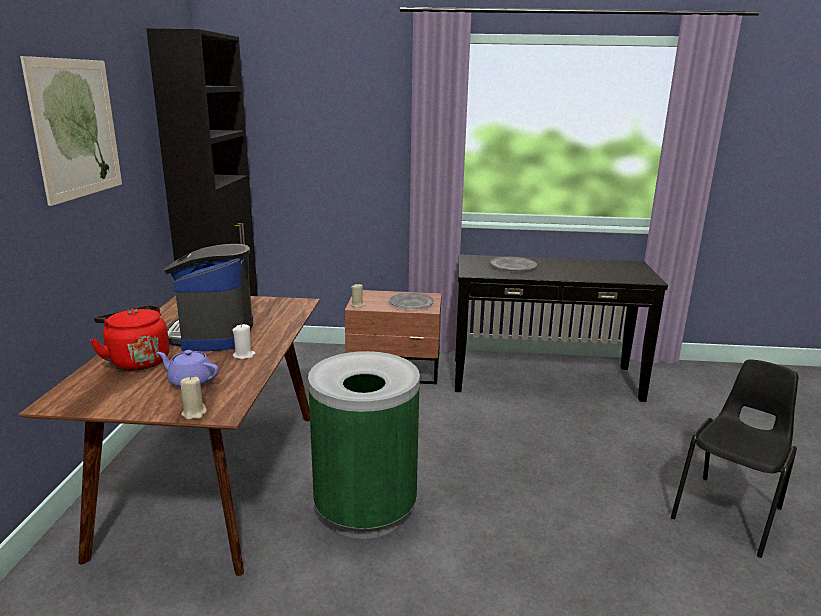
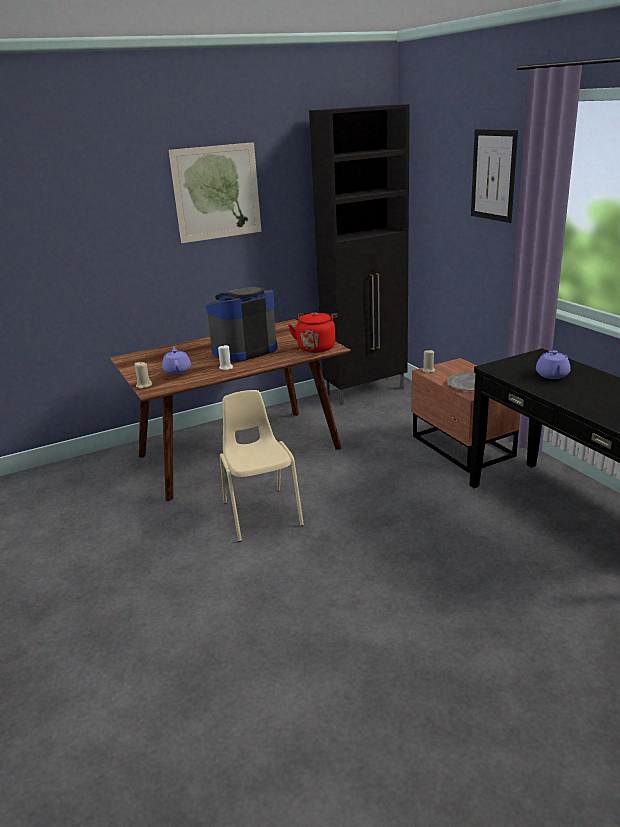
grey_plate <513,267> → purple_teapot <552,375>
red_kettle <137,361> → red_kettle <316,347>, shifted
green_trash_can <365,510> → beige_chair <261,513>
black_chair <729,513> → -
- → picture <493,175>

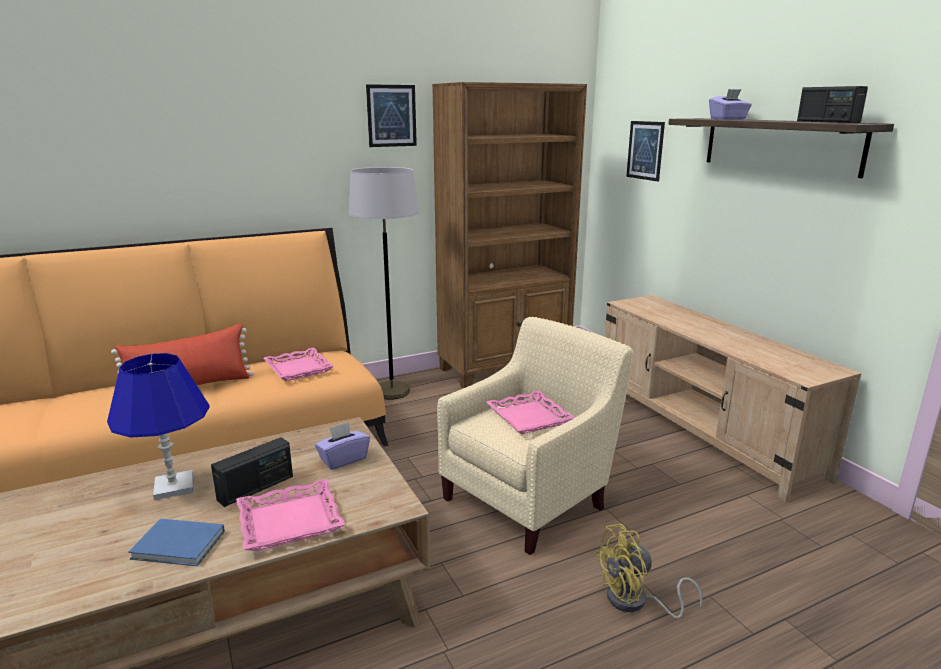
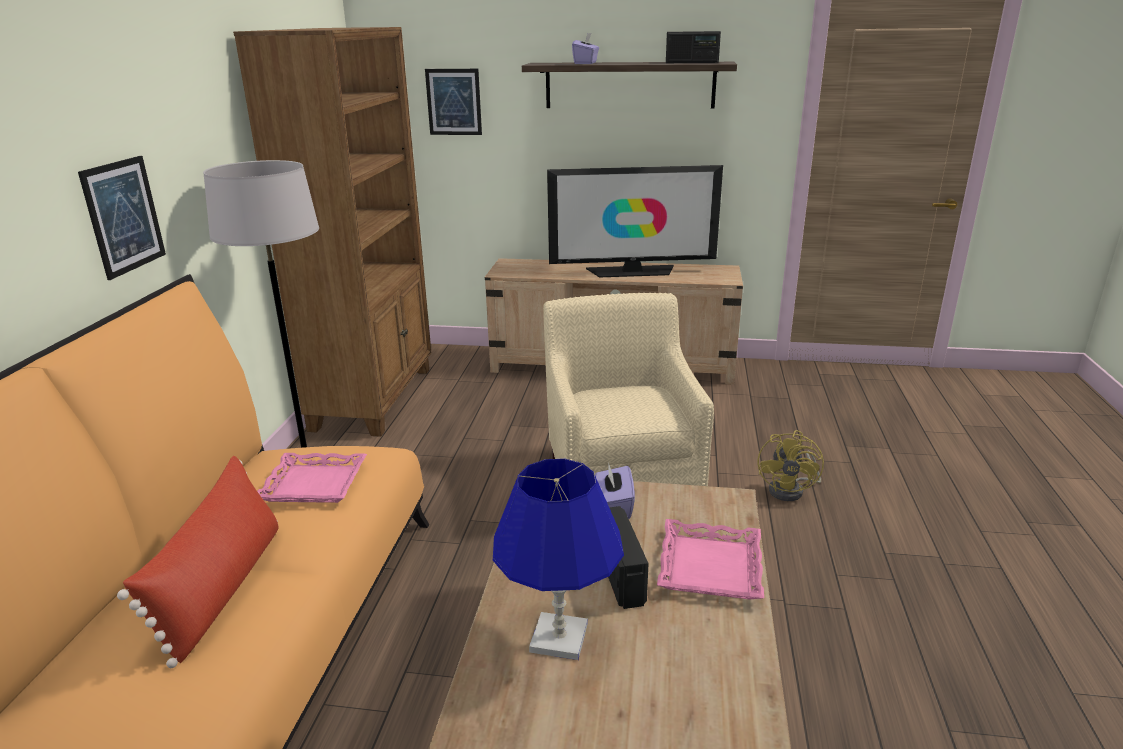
picture <391,116> → picture <124,216>, shifted
pink_tray <528,417> → -
blue_book <180,546> → -
- → television <632,271>

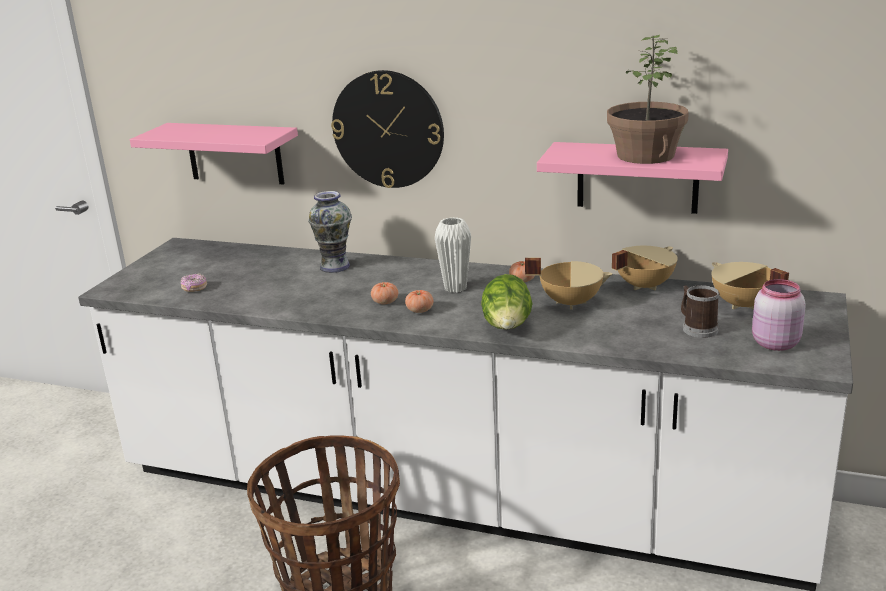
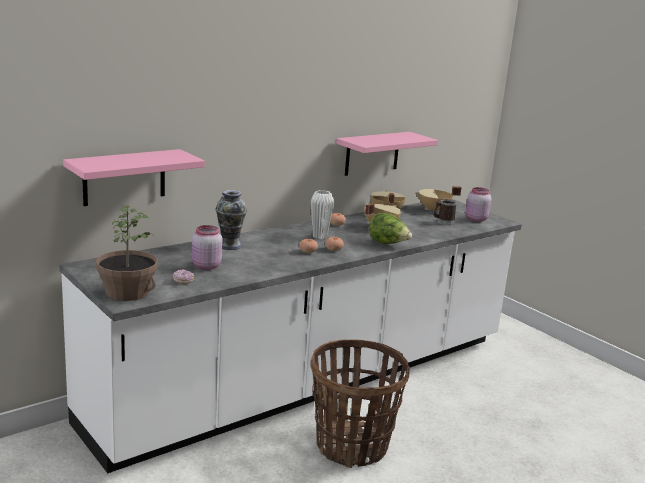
potted_plant <644,155> → potted_plant <127,292>, shifted
wall_clock <388,129> → -
- → pink_jar <205,266>

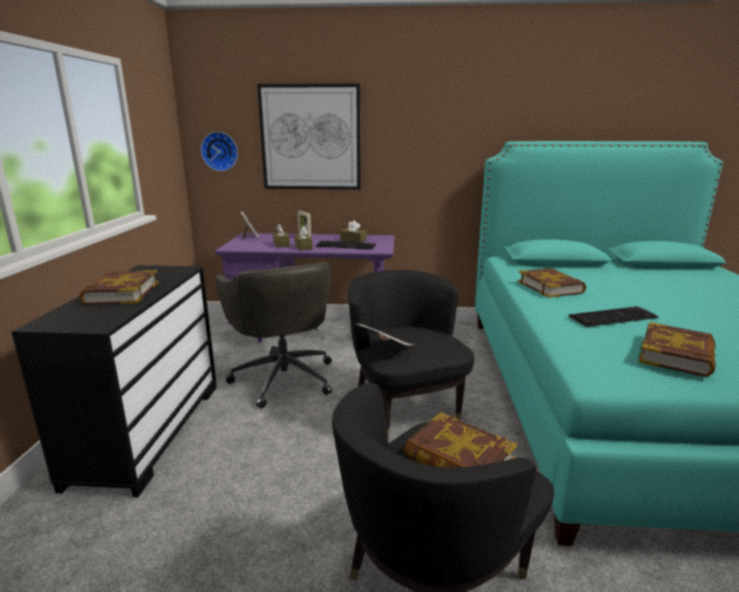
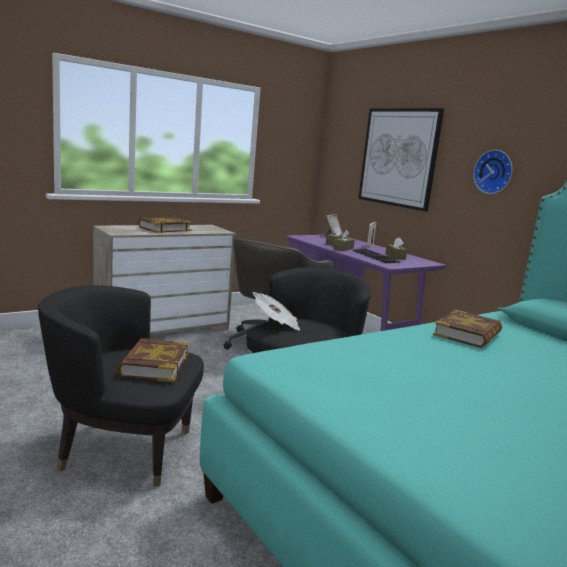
wall_clock <220,151> → wall_clock <494,172>, shifted
black_dresser <148,431> → beige_dresser <162,329>
keyboard <612,316> → -
book <676,355> → -

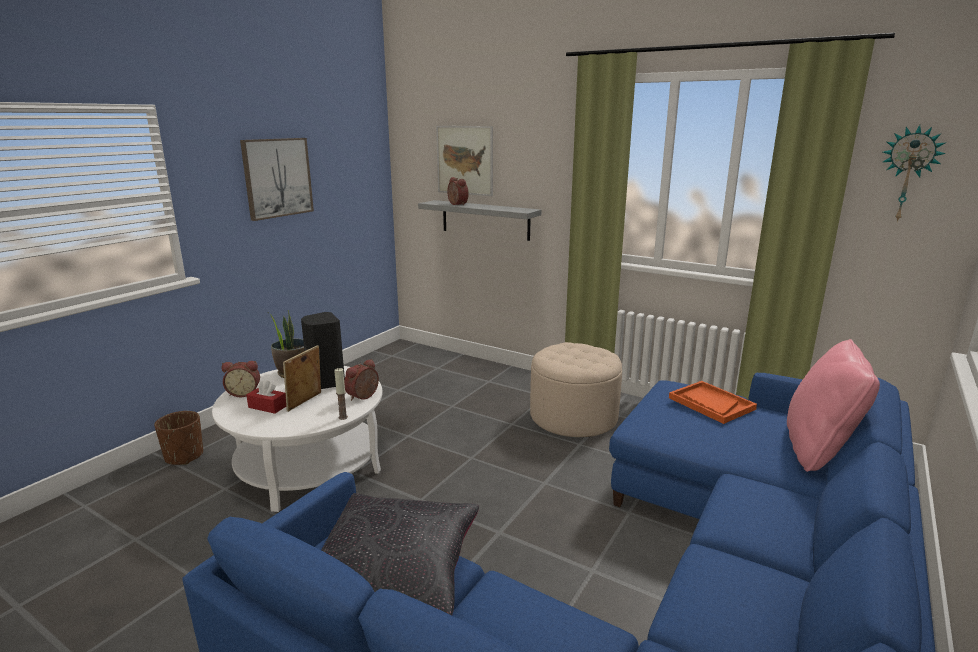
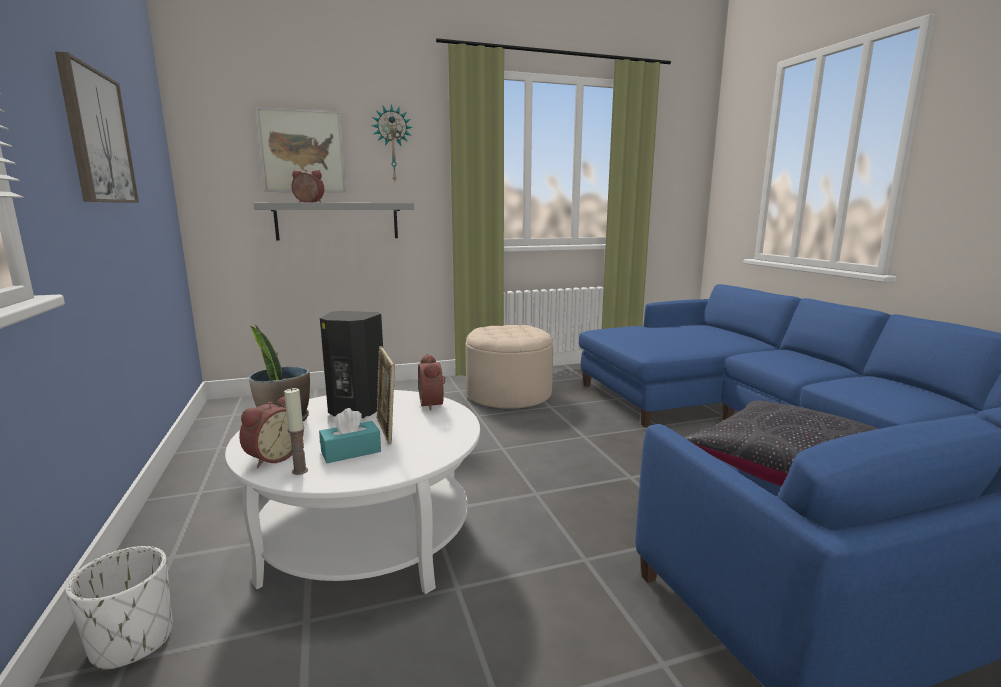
wall_clock <907,174> → wall_clock <392,144>, shifted
pink_pillow <818,449> → -
candle <343,417> → candle <300,471>, shifted
red_tissue_box <267,406> → turquoise_tissue_box <351,452>
orange_tray <711,403> → -
brown_planter <184,456> → white_planter <132,642>

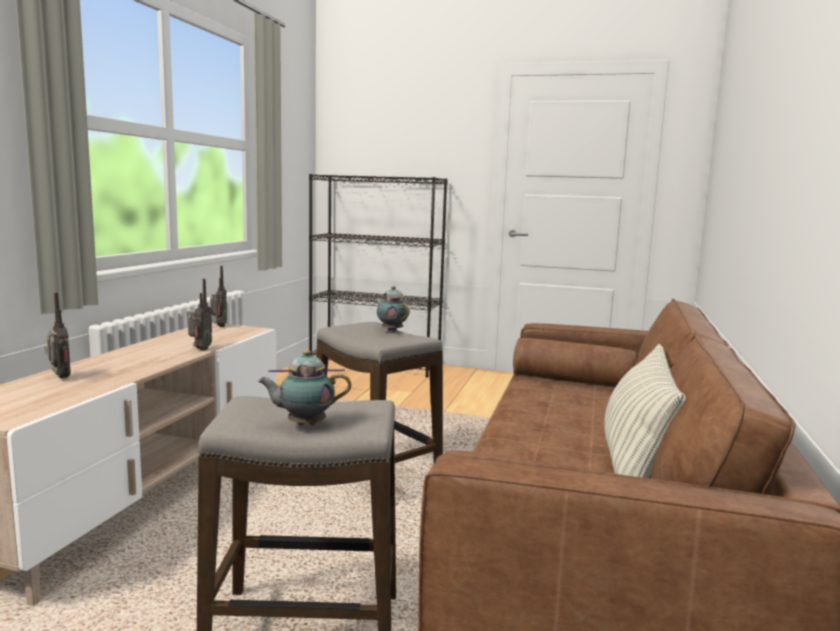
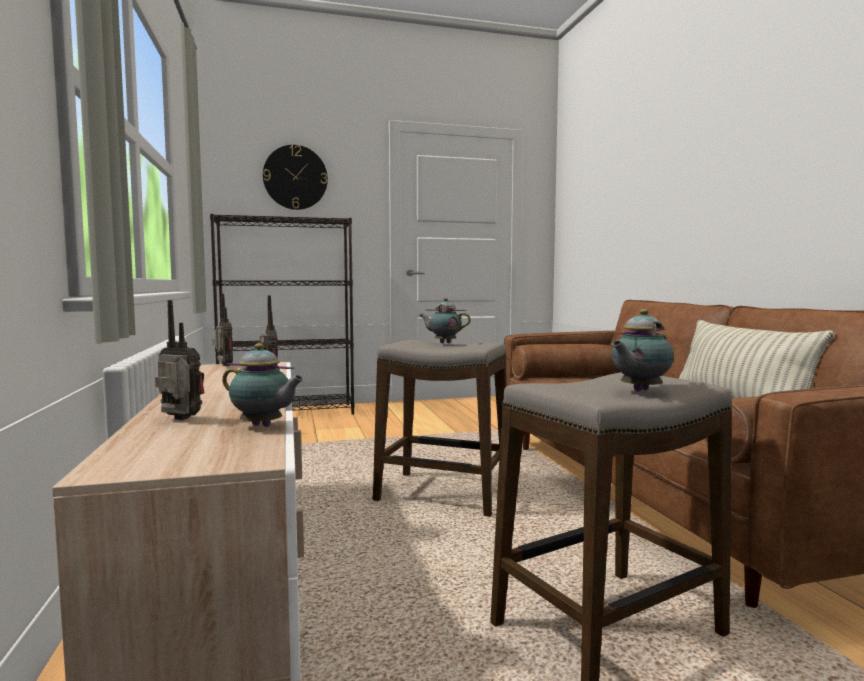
- → wall_clock <295,177>
- → teapot <263,426>

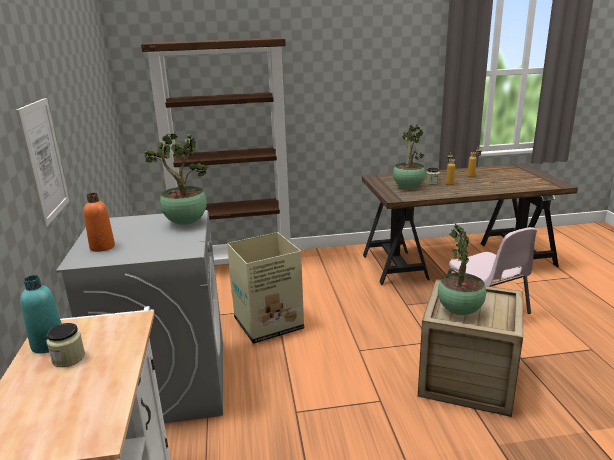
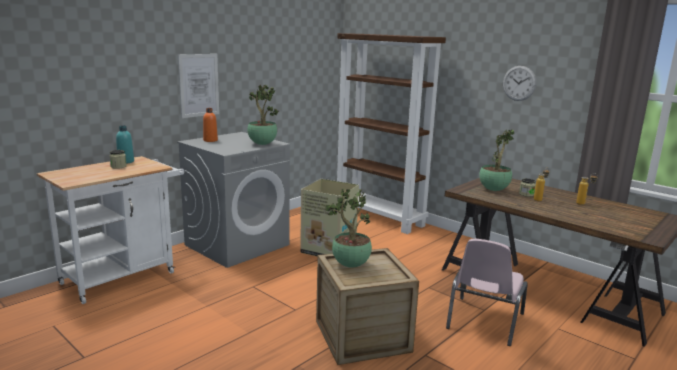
- → wall_clock <519,83>

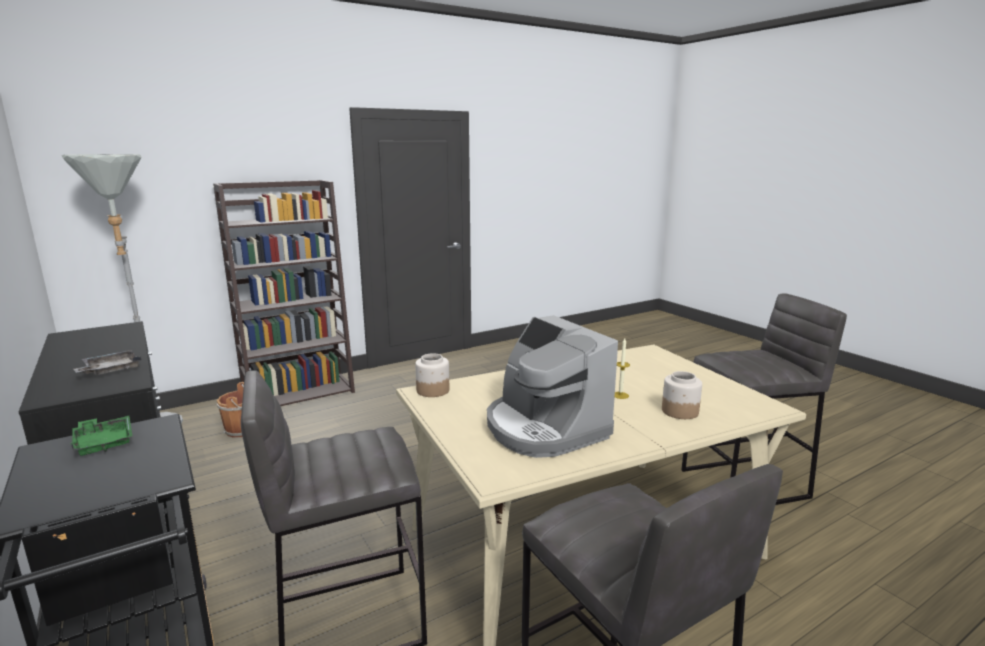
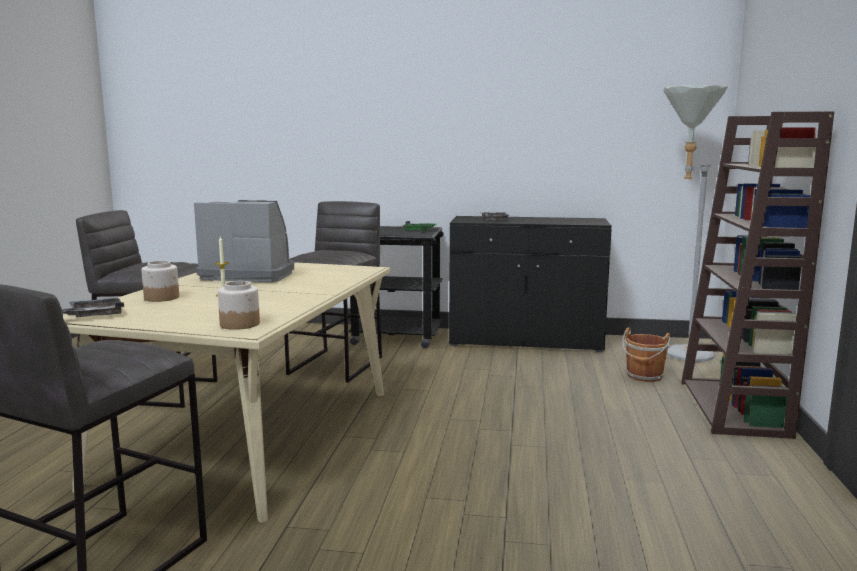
jar <432,390> → jar <240,324>, shifted
- → grey_tray <94,315>

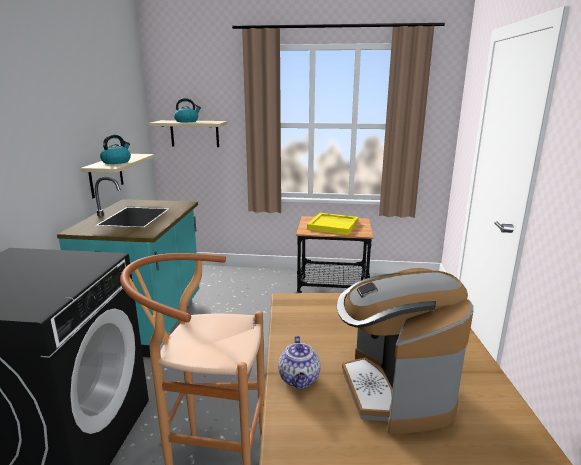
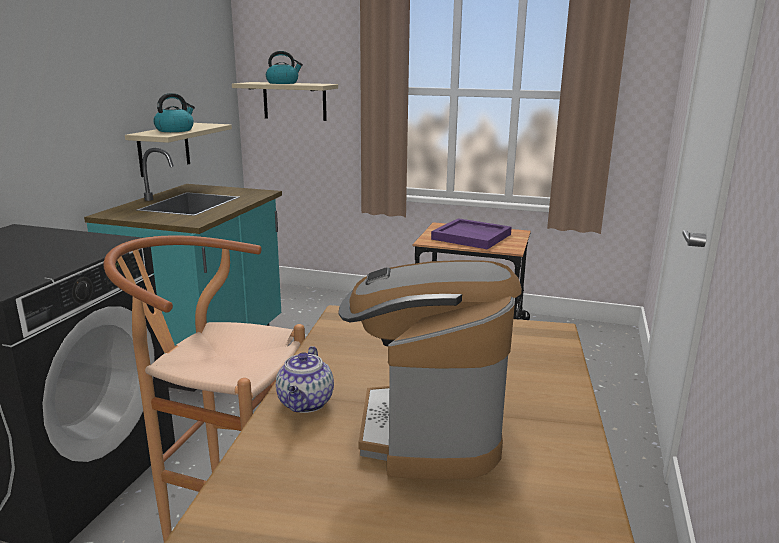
yellow_tray <333,225> → purple_tray <472,237>

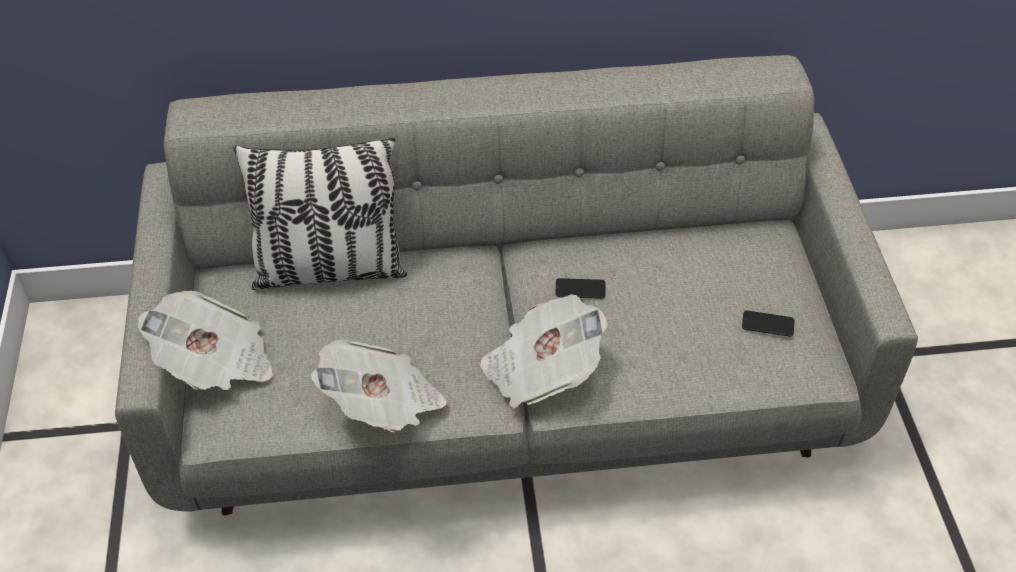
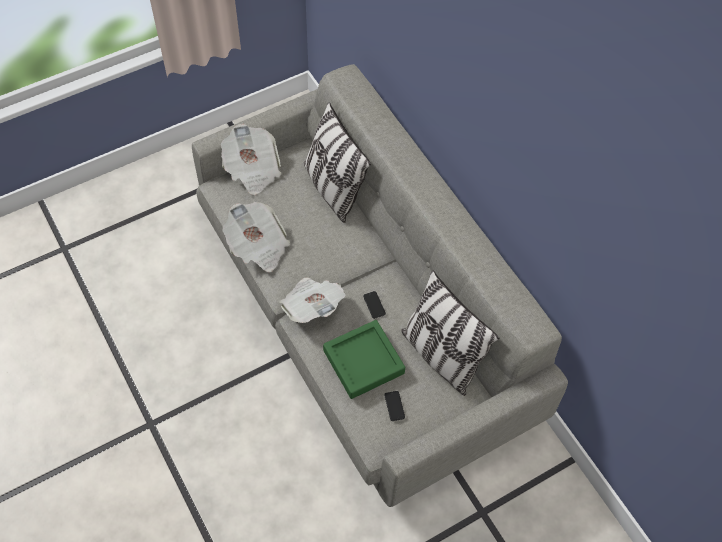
- → pillow <441,356>
- → green_tray <363,362>

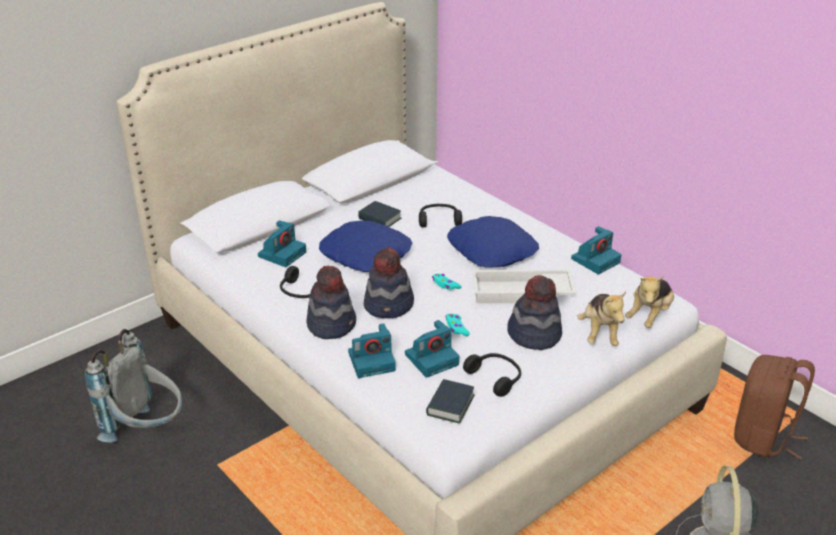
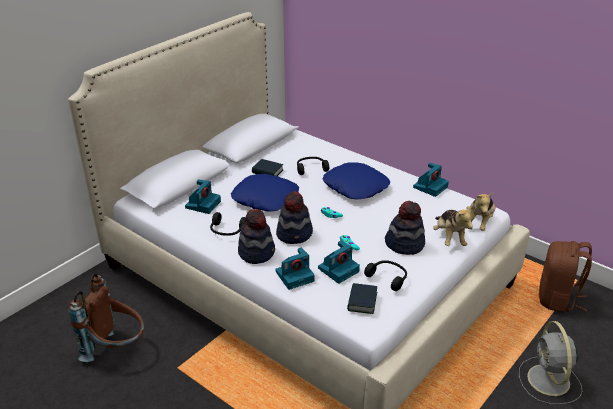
white_tray <521,293> → -
grey_backpack <147,431> → brown_backpack <116,349>

